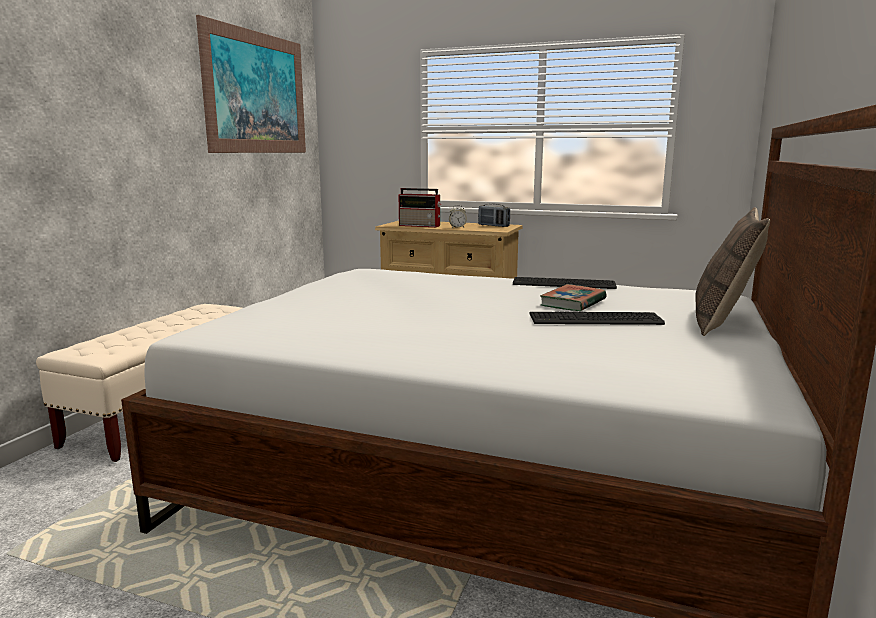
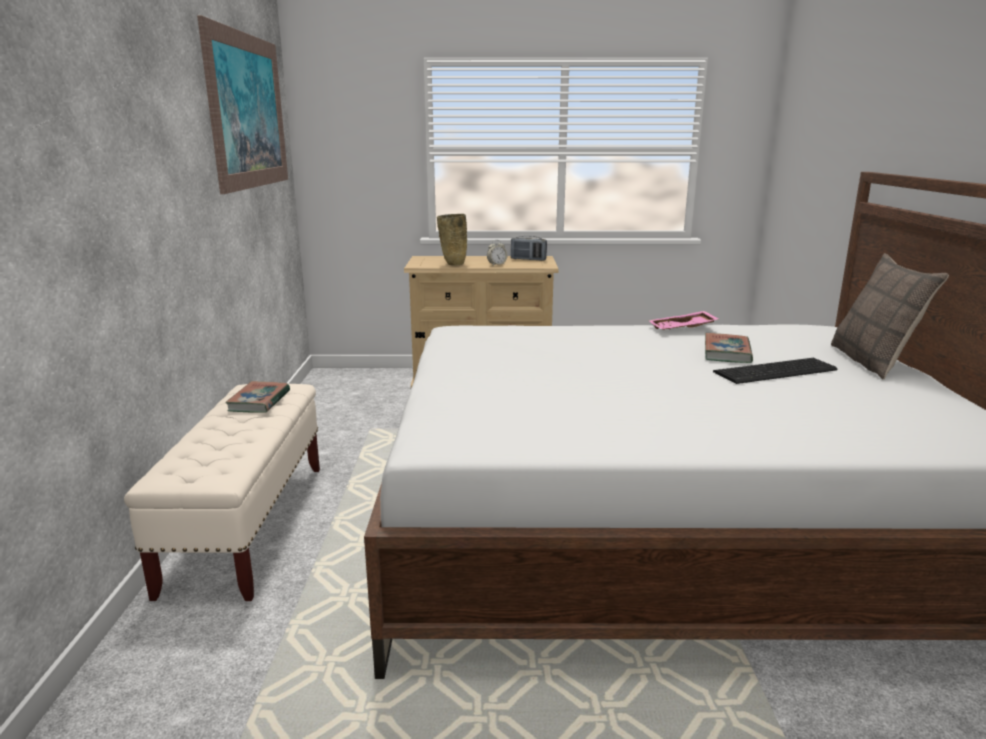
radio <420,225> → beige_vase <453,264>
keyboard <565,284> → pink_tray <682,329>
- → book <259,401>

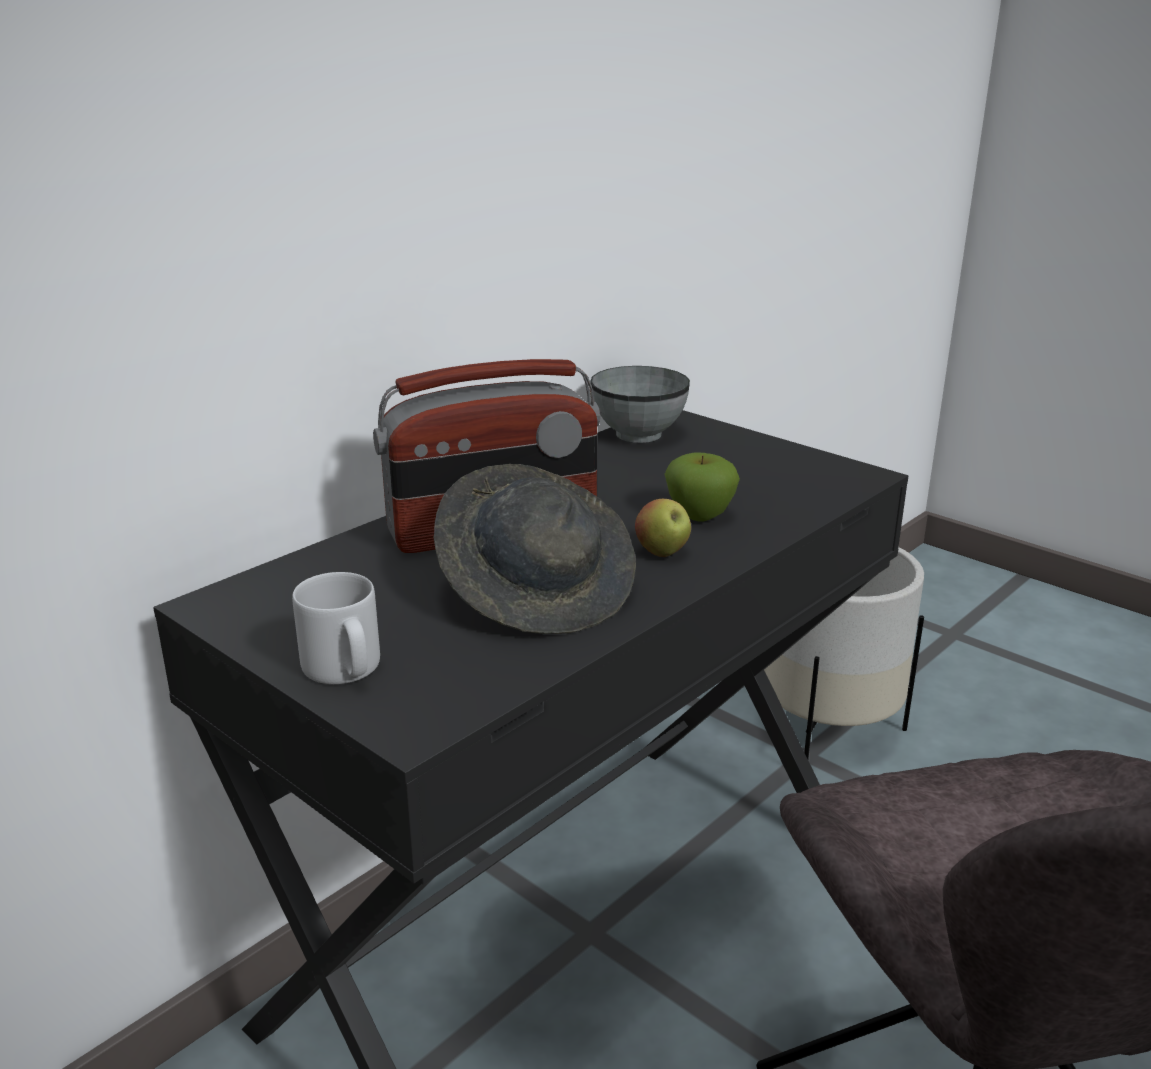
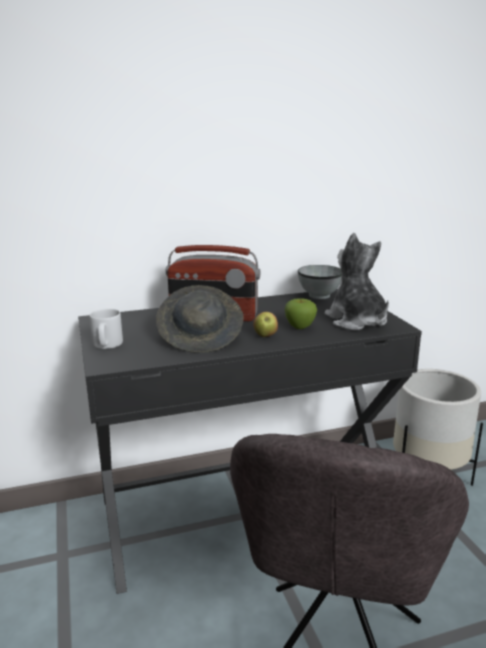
- → plush_toy <356,321>

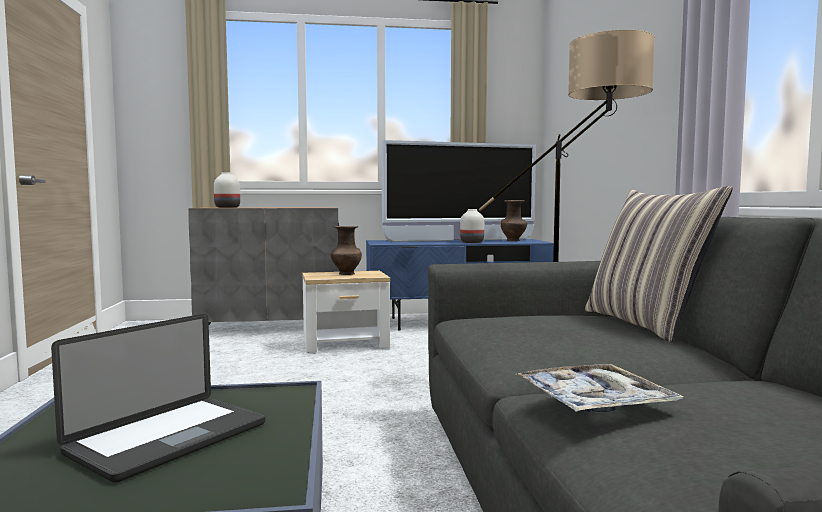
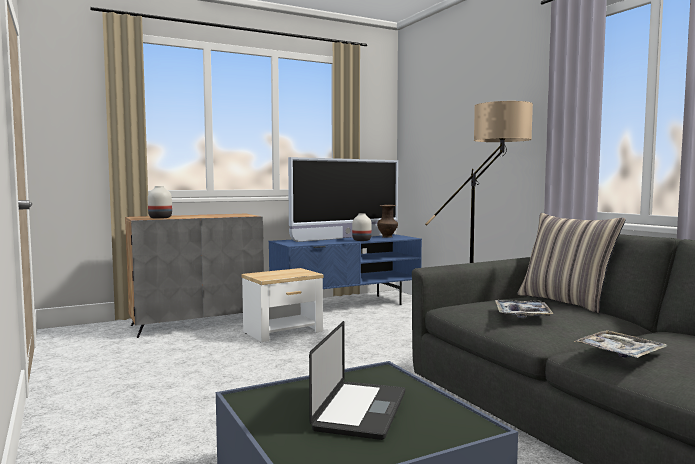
brown_vase <346,274> → -
- → tray <522,314>

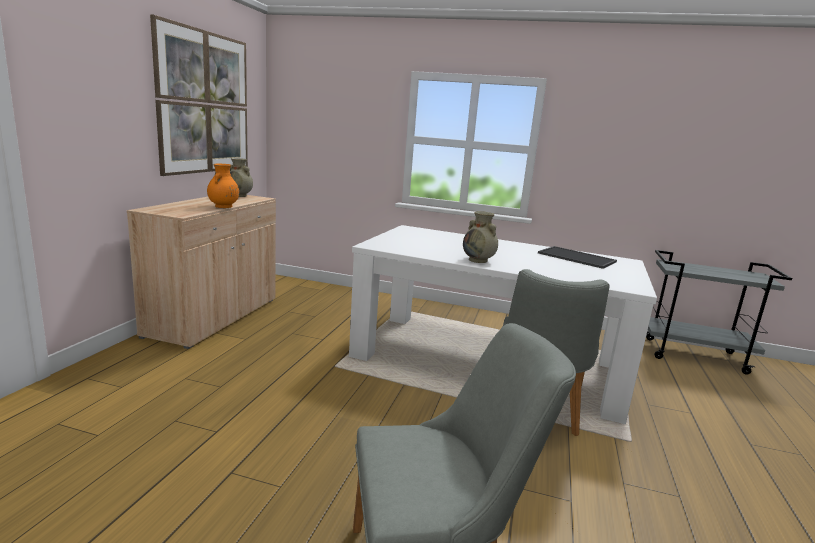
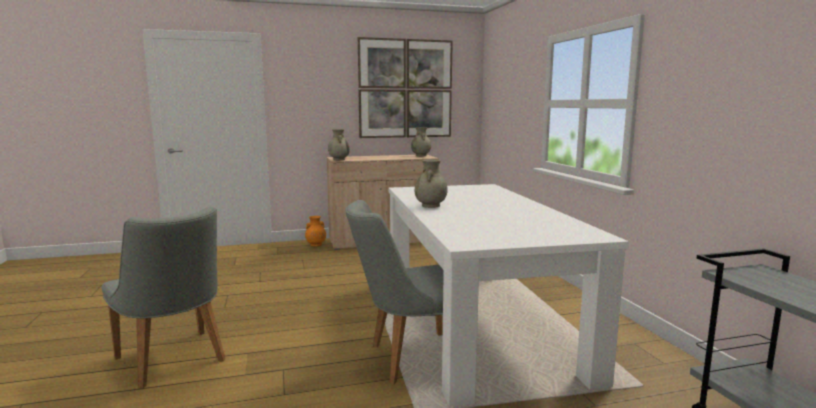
orange_vase <223,206> → orange_vase <315,244>, shifted
tray <577,257> → -
- → beige_vase <339,159>

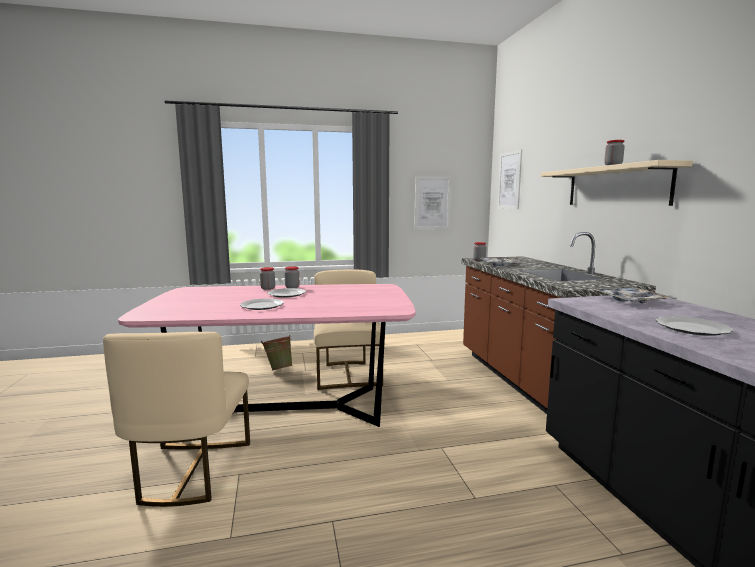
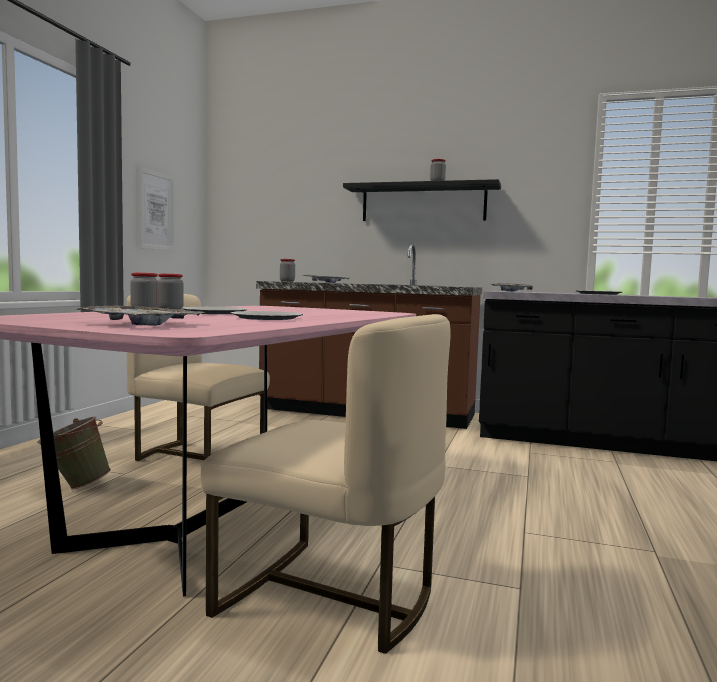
picture <509,180> → -
beige_shelf <616,186> → black_shelf <423,203>
- → tray <142,324>

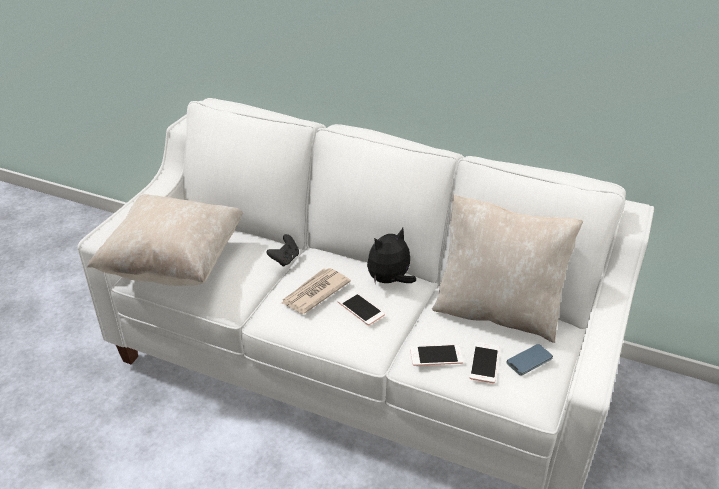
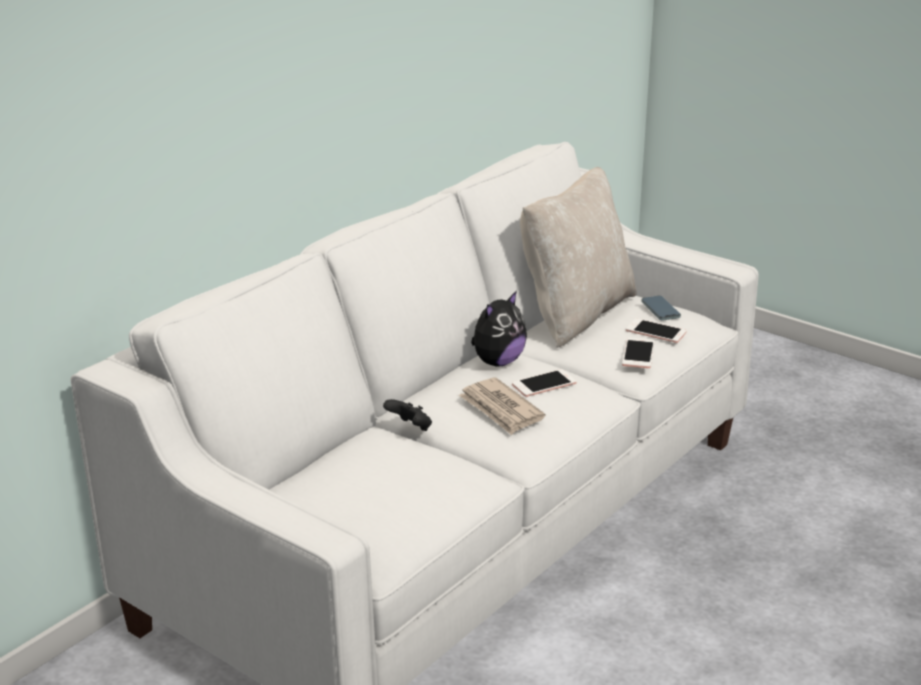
beige_pillow <174,264> → -
plush_toy <389,280> → plush_toy <496,362>, 120 degrees counterclockwise

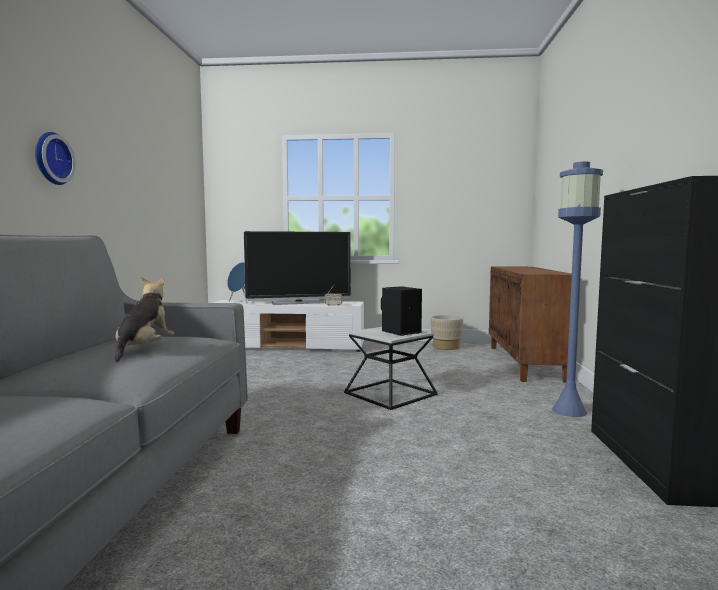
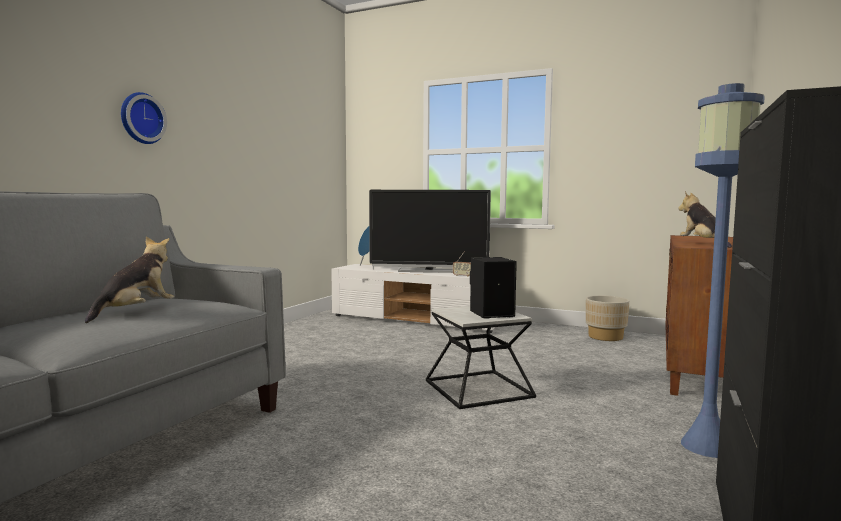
- → plush_toy <703,244>

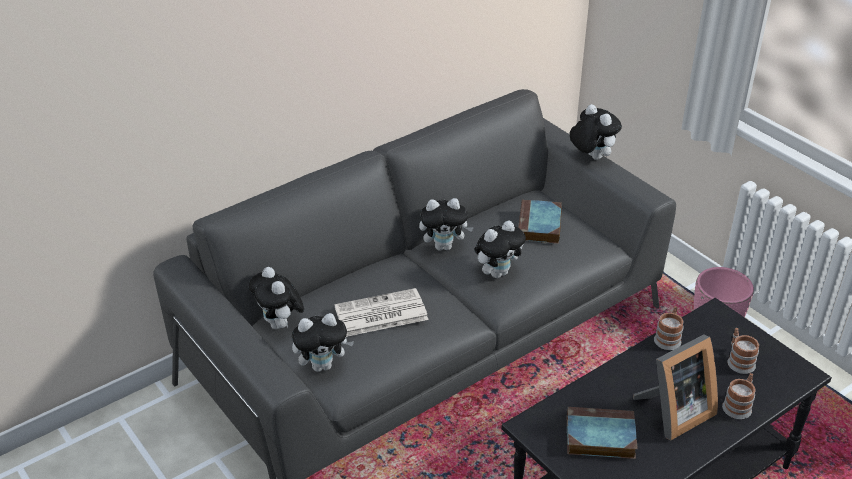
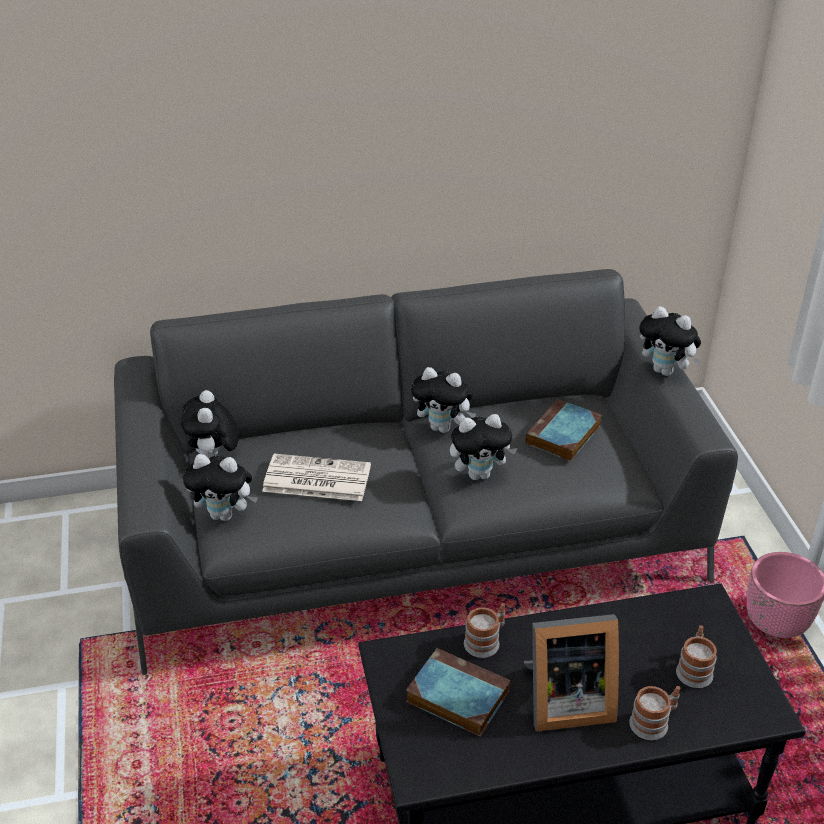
plush_toy <591,157> → plush_toy <666,371>, 135 degrees clockwise
mug <668,338> → mug <486,641>, shifted

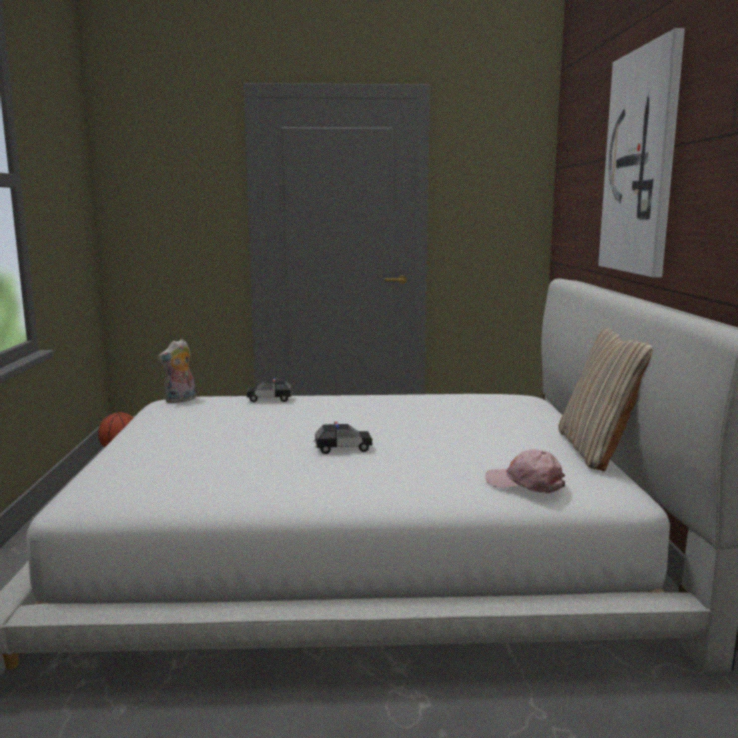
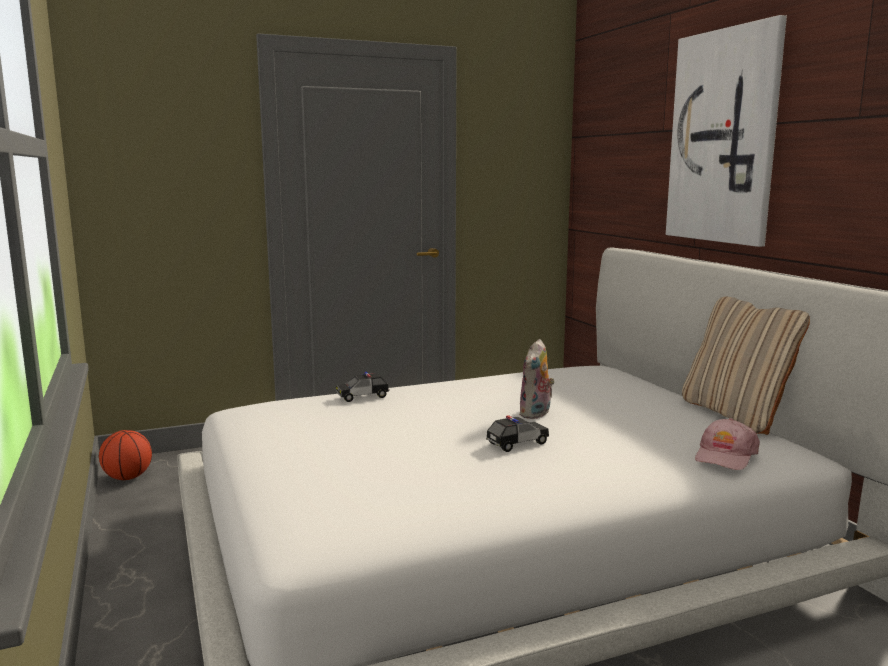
plush_toy <180,400> → plush_toy <536,414>, shifted
pink_cap <525,483> → pink_cap <725,455>, 60 degrees counterclockwise

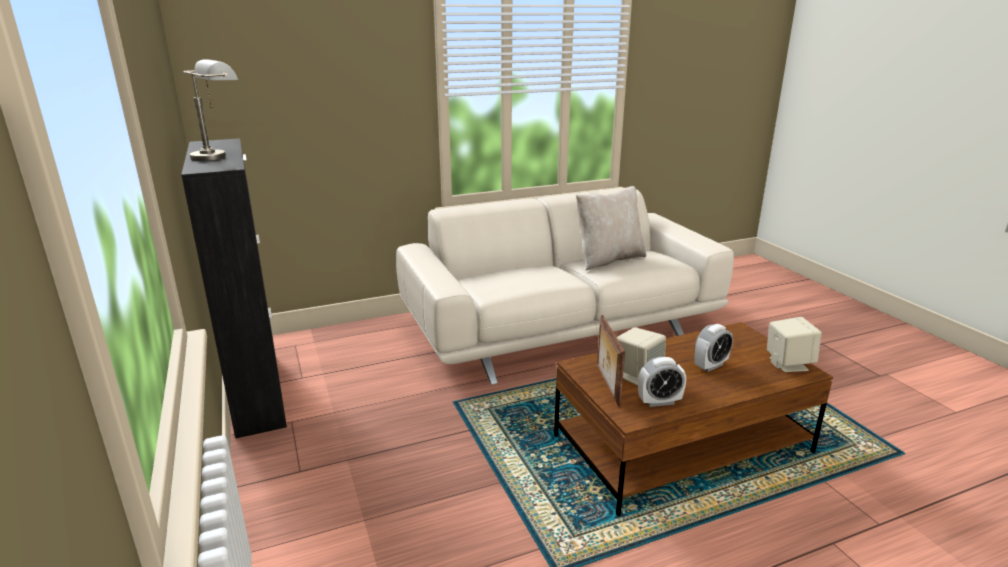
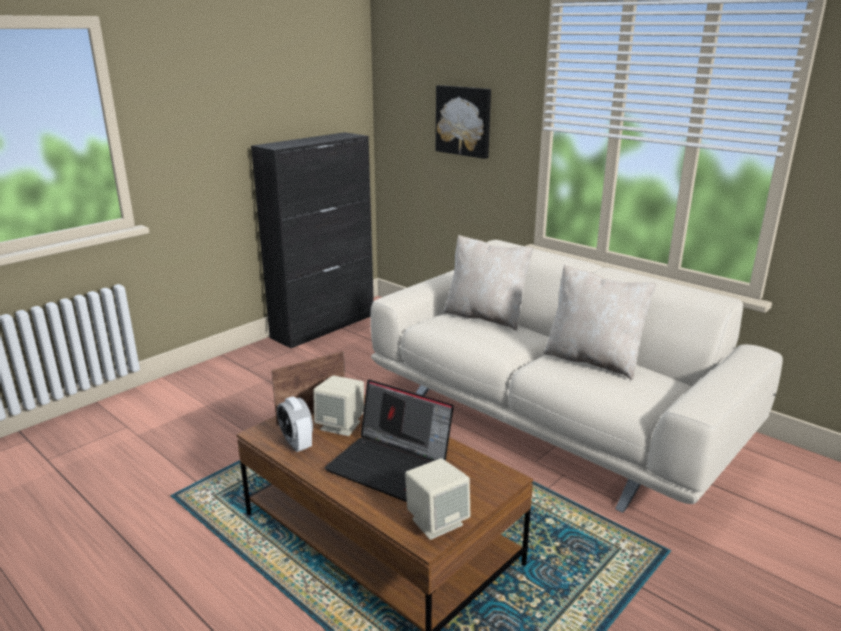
grey_table_lamp <219,155> → -
alarm_clock <710,366> → laptop <391,465>
- → picture <464,121>
- → beige_pillow <485,317>

